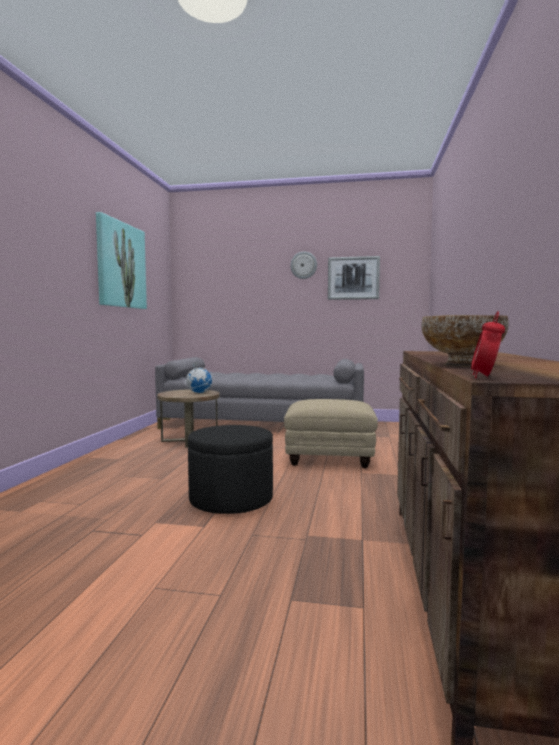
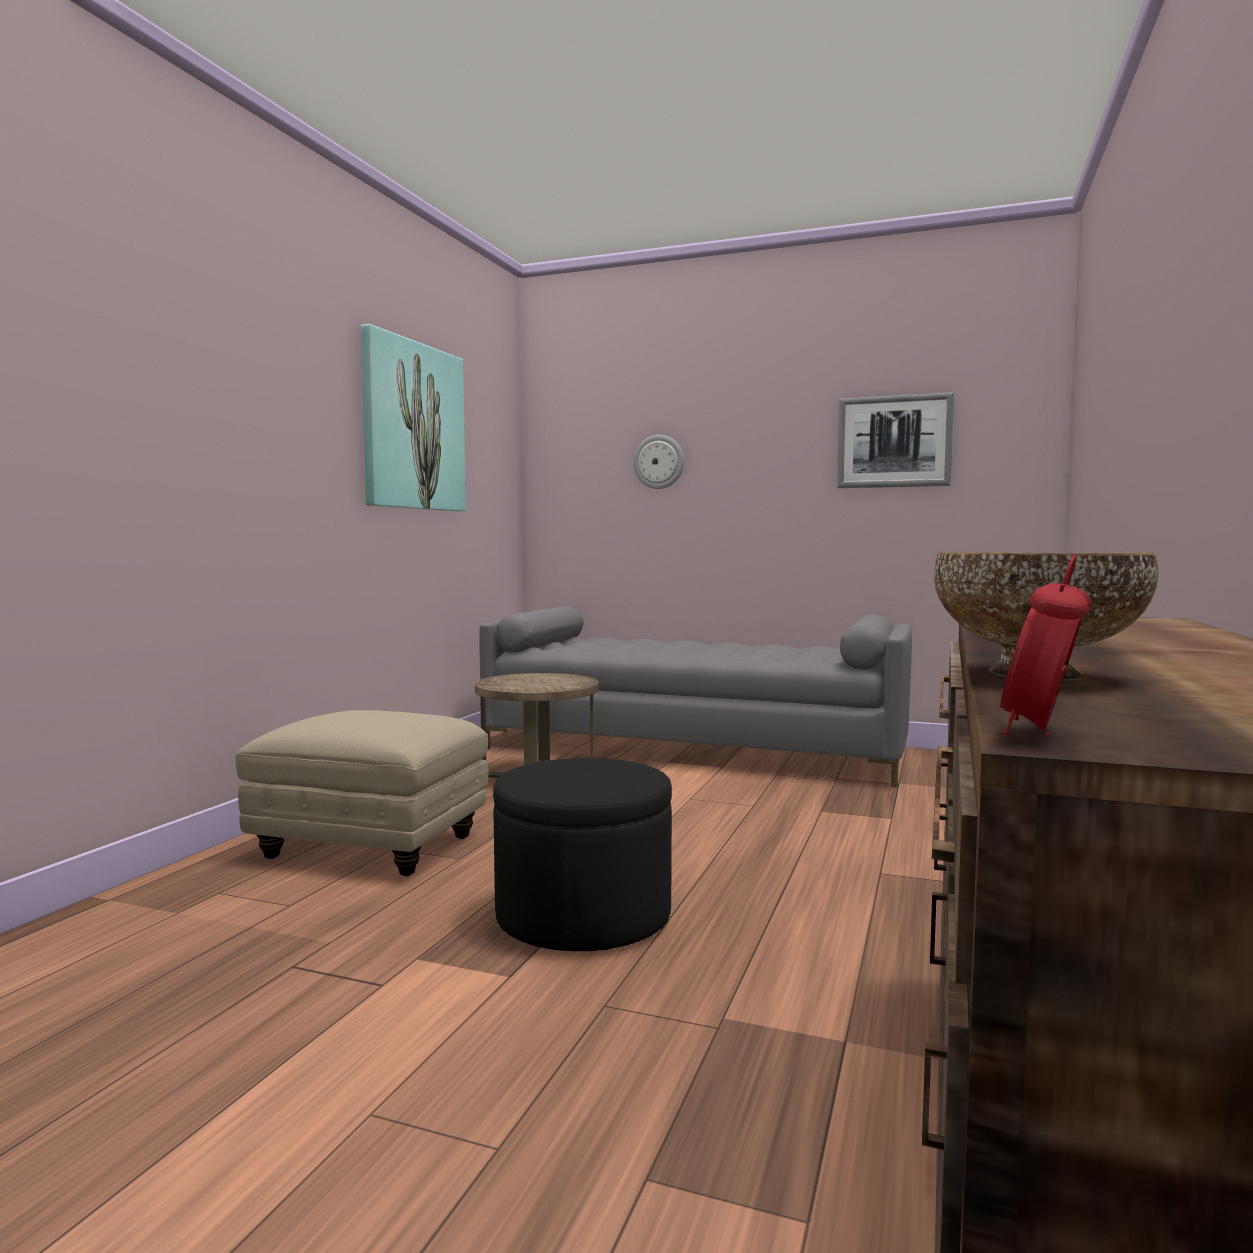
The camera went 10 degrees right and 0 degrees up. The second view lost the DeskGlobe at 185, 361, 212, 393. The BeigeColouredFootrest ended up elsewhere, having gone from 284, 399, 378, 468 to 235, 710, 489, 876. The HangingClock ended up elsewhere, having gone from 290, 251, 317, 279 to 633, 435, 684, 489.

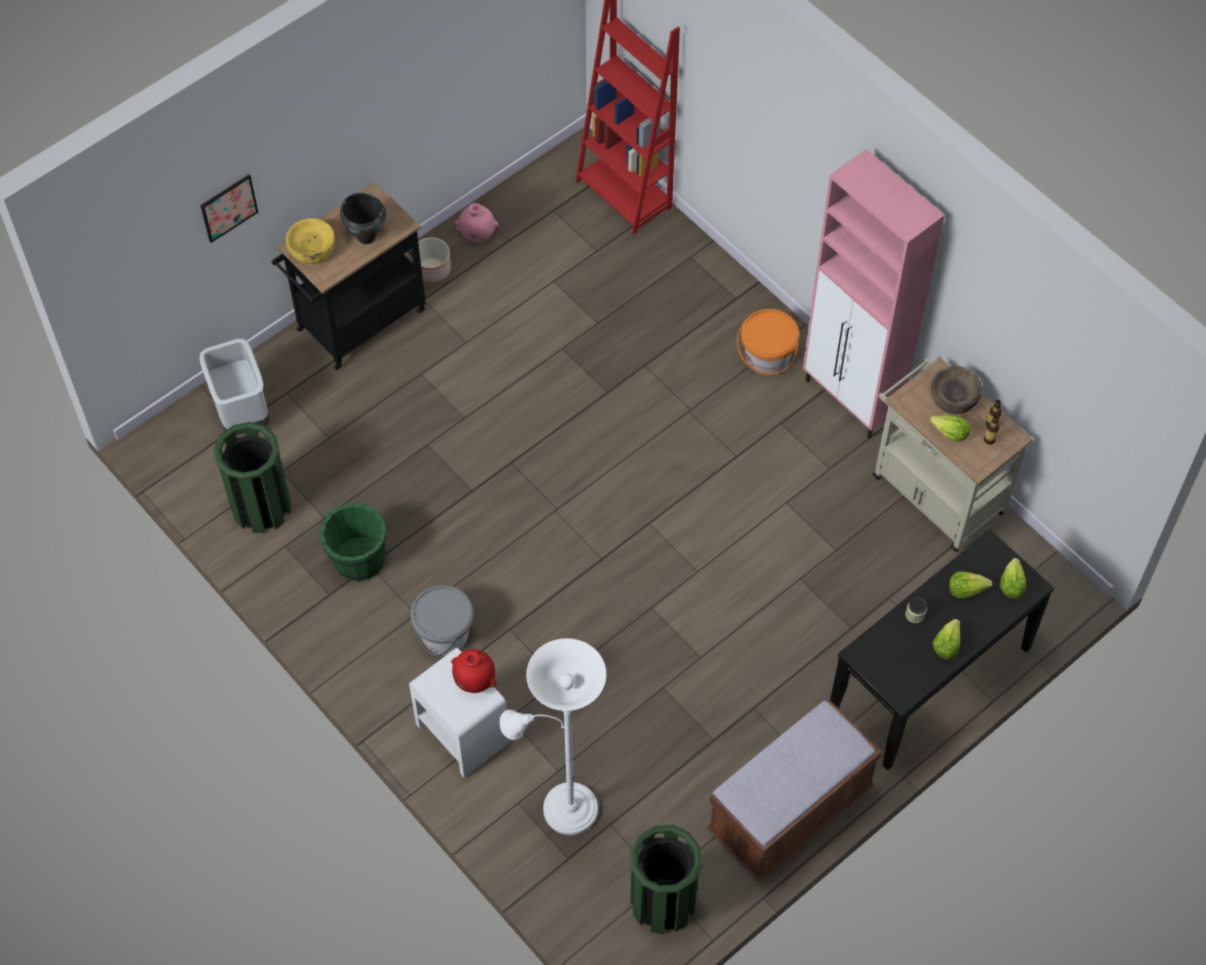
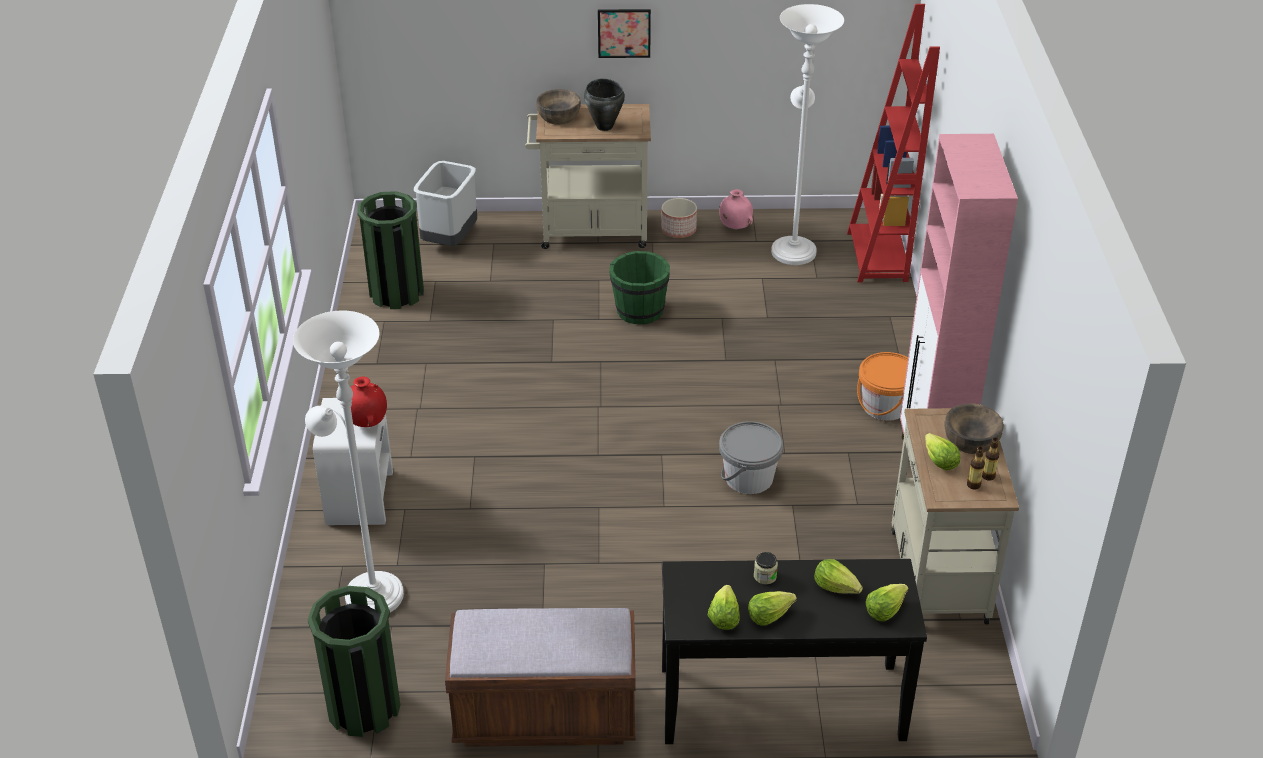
The camera went 40 degrees right and 20 degrees down. The Picture ended up elsewhere, having gone from 200, 175, 258, 243 to 598, 9, 651, 58. What was the BlackWheeledCart at 272, 182, 426, 370 turned into the BeigeColouredWheeledCart at 525, 104, 651, 249. What was the YellowishServingBowl at 286, 218, 335, 264 turned into the BrownServingBowl at 536, 89, 581, 125. The GreenBucket ended up elsewhere, having gone from 319, 503, 386, 582 to 609, 251, 670, 325. The GreyishBucket ended up elsewhere, having gone from 411, 585, 474, 655 to 719, 421, 783, 494. The second view gained the Lettuce at 708, 585, 740, 630. The second view gained the WhitishStandingLamp at 771, 4, 844, 265.

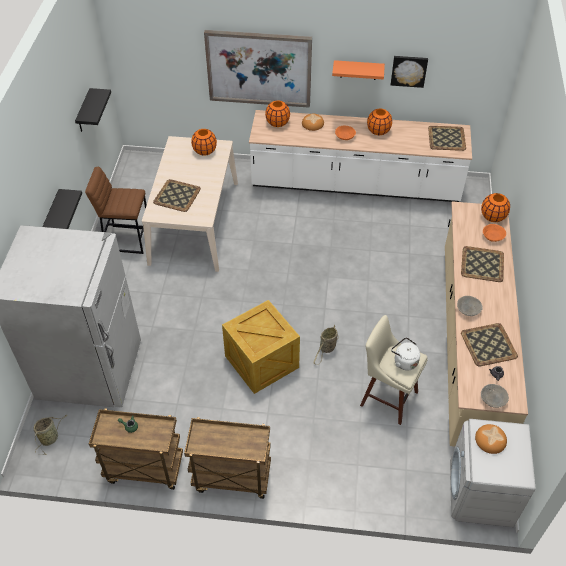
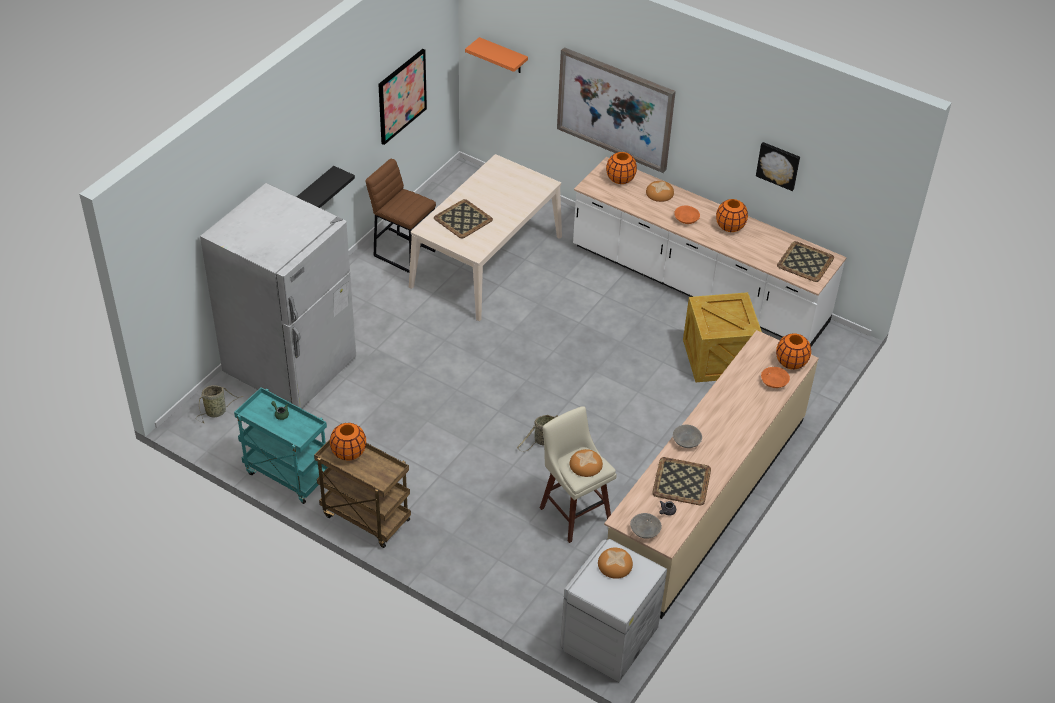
The camera went 25 degrees right and 5 degrees down. Where the BlackWallShelf hung at 75, 88, 111, 132, the Picture came to hang at 378, 49, 427, 145. What was the BrownWheeledCart at 89, 408, 183, 490 turned into the TurquoiseColouredWheeledCart at 234, 387, 328, 504. The OrangeFlowerVase ended up elsewhere, having gone from 191, 129, 217, 156 to 330, 423, 366, 461. The ShippingCrate ended up elsewhere, having gone from 222, 300, 300, 394 to 683, 292, 762, 382. The OrangeWallShelf ended up elsewhere, having gone from 332, 60, 385, 80 to 465, 37, 528, 73. Where the WhitishKettle stood at 391, 337, 420, 371, the Bread came to stand at 570, 449, 603, 477. The second view lost the CarryingTray at 461, 246, 504, 282.

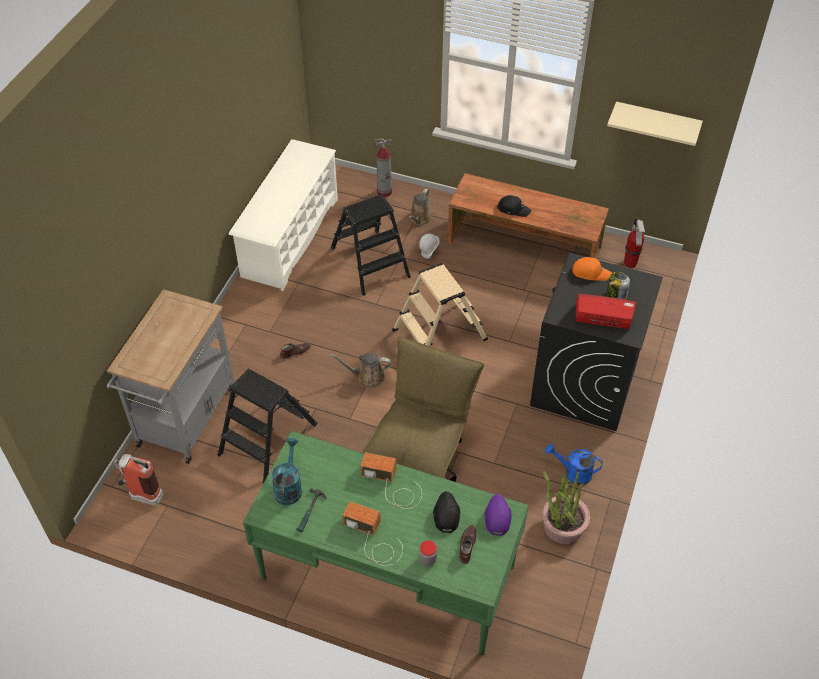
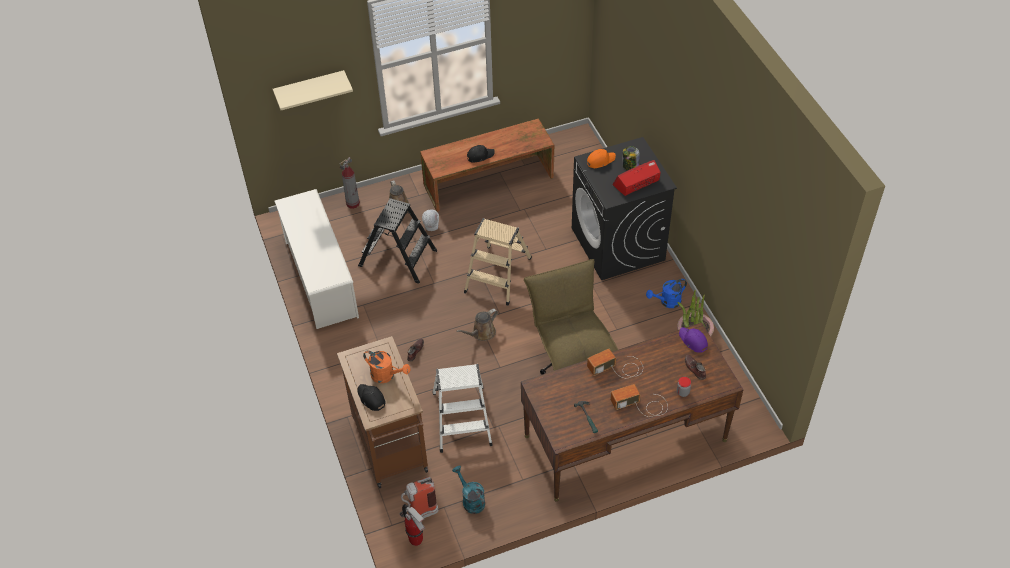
The camera went 40 degrees left and 0 degrees up. What was the GreyishWheeledCart at 107, 289, 235, 464 turned into the BrownWheeledCart at 337, 336, 428, 488. What was the BlackStepStool at 217, 368, 318, 483 turned into the WhitishStepStool at 433, 364, 493, 453. What was the GreenDesk at 243, 431, 529, 656 turned into the BrownDesk at 521, 322, 743, 502. The TurquoiseColouredWateringCan ended up elsewhere, having gone from 271, 438, 302, 505 to 452, 466, 485, 514. The BlackBaseballCap ended up elsewhere, having gone from 433, 491, 460, 533 to 358, 384, 386, 411. The BeigeColouredWallShelf ended up elsewhere, having gone from 607, 102, 703, 146 to 273, 70, 353, 110. The FireExtinguisher ended up elsewhere, having gone from 624, 218, 645, 268 to 402, 504, 425, 546. The second view gained the OrangeWateringCan at 363, 350, 411, 383.

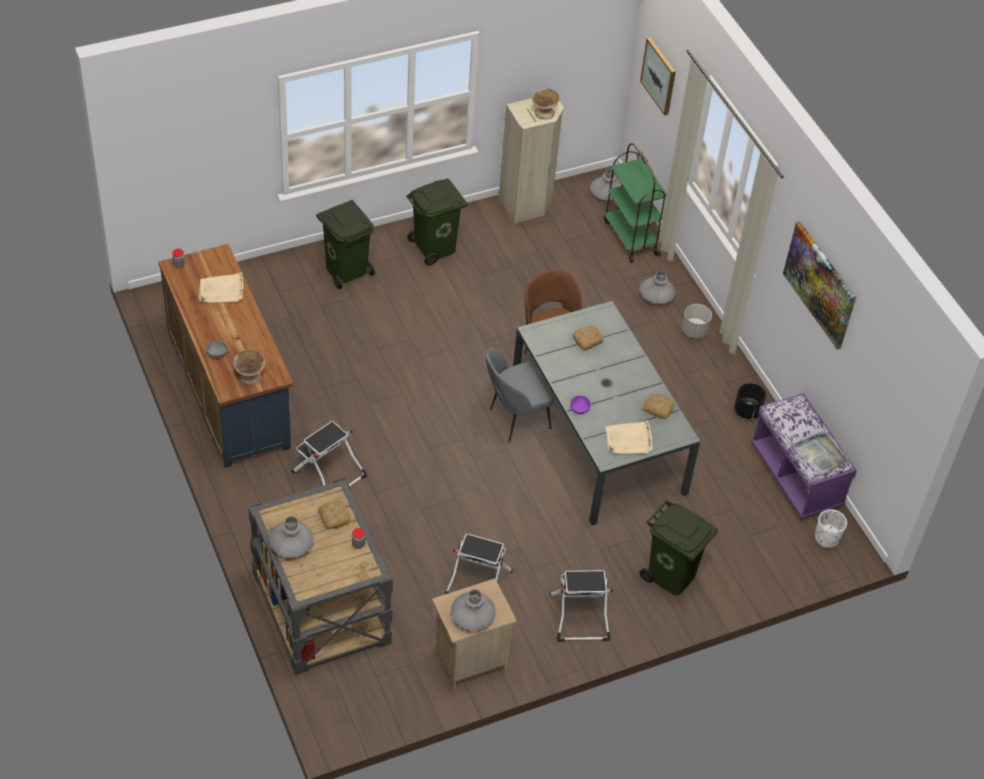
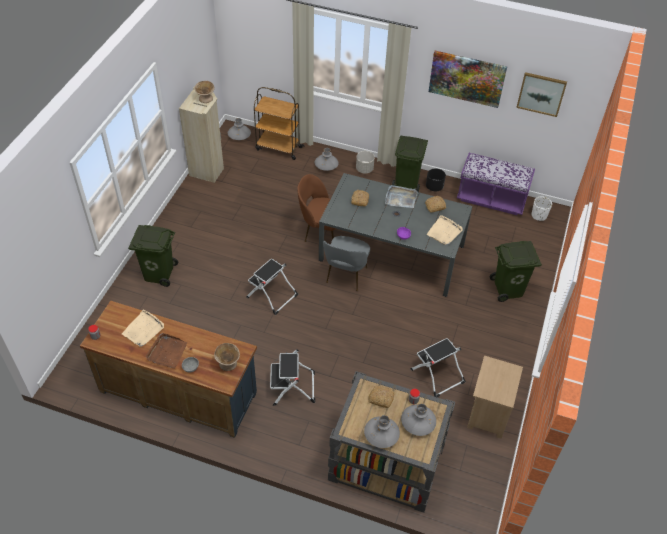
The camera went 45 degrees left and 0 degrees up. The GreenWasteBin ended up elsewhere, having gone from 406, 178, 468, 265 to 392, 135, 428, 192. The GreyishFlowerVase ended up elsewhere, having gone from 451, 589, 496, 630 to 401, 404, 436, 436. The StepStool ended up elsewhere, having gone from 549, 570, 613, 642 to 246, 259, 299, 315. What was the GreenWheeledCart at 604, 143, 667, 263 turned into the BrownWheeledCart at 254, 87, 304, 160. The Picture ended up elsewhere, having gone from 640, 37, 676, 116 to 516, 72, 567, 117. The GreyishCarryingTray ended up elsewhere, having gone from 792, 431, 848, 475 to 385, 185, 417, 208. The second view gained the BrownCarryingTray at 146, 333, 187, 369.

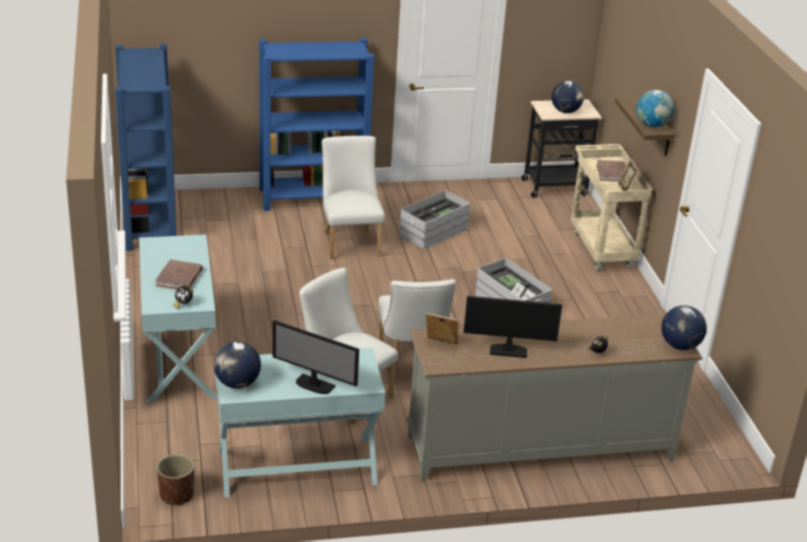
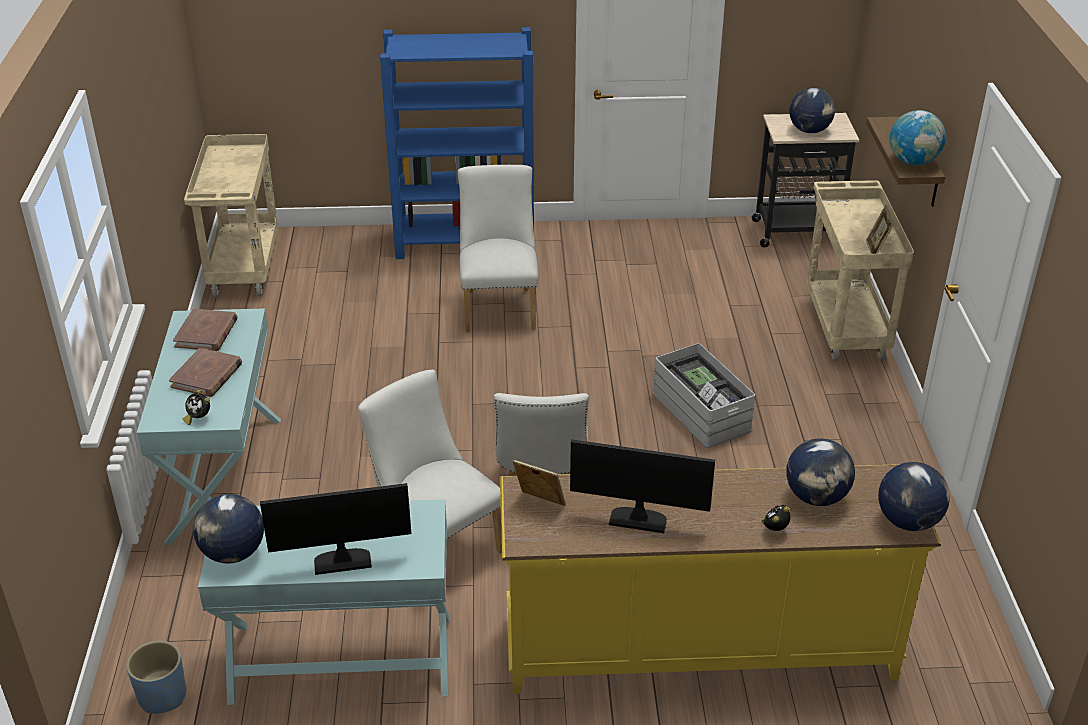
The camera went 10 degrees right and 5 degrees up. Where the BlueBookcase stood at 115, 44, 176, 251, the BeigeColouredWheeledCart came to stand at 184, 134, 278, 298. What was the BrownPlantPot at 157, 454, 195, 505 turned into the BluePlantPot at 126, 641, 186, 714. The Monitor at 272, 320, 359, 394 ended up facing another way, 135 degrees clockwise from before. The second view lost the GreyishStorageBox at 399, 190, 470, 249. What was the GreyishCabinet at 407, 315, 703, 481 turned into the YellowishCabinet at 500, 464, 941, 694. The BrownBook ended up elsewhere, having gone from 596, 160, 626, 182 to 173, 309, 238, 351. The second view gained the DeskGlobe at 786, 439, 855, 506.

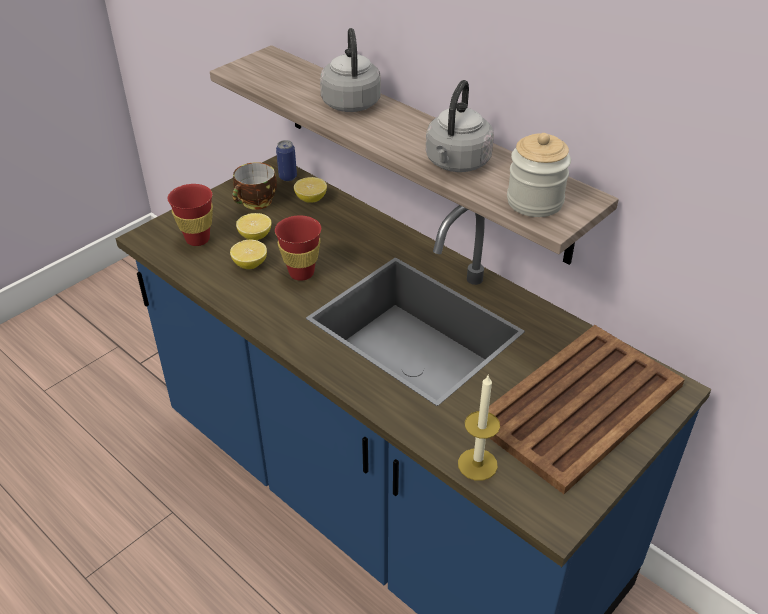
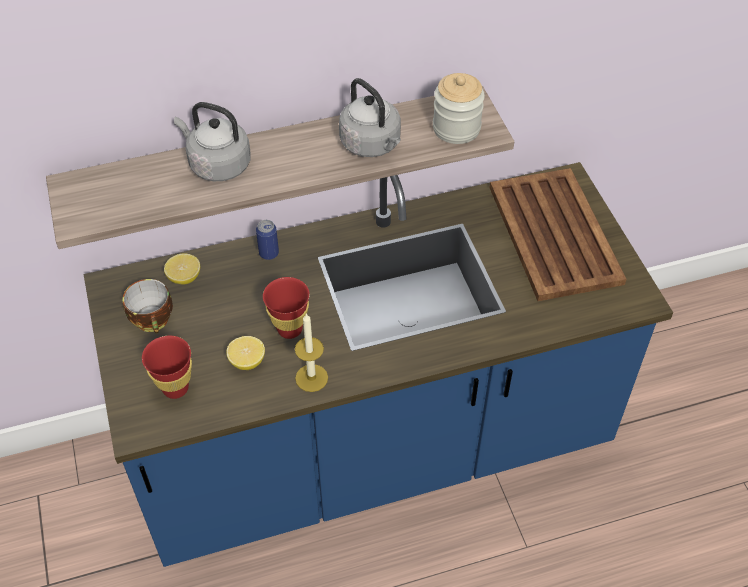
The camera went 60 degrees left and 10 degrees up. The second view lost the WholeLemon at 236, 213, 271, 240. The MetalCan ended up elsewhere, having gone from 276, 140, 297, 181 to 256, 220, 279, 260. The WaxLight ended up elsewhere, having gone from 458, 374, 500, 481 to 295, 313, 328, 392.

